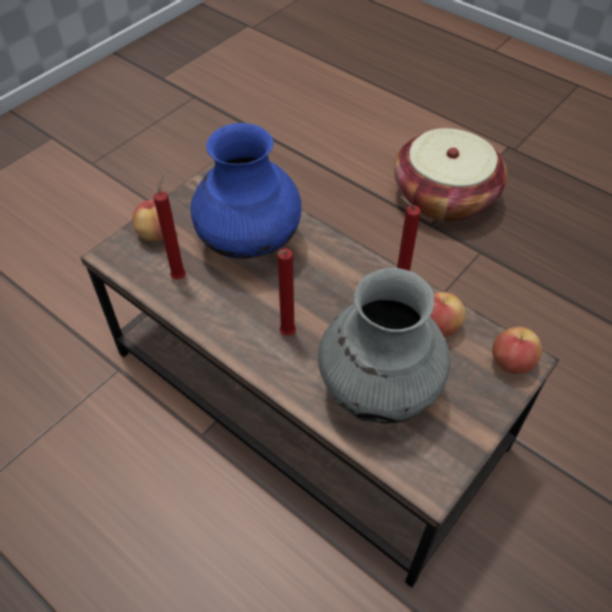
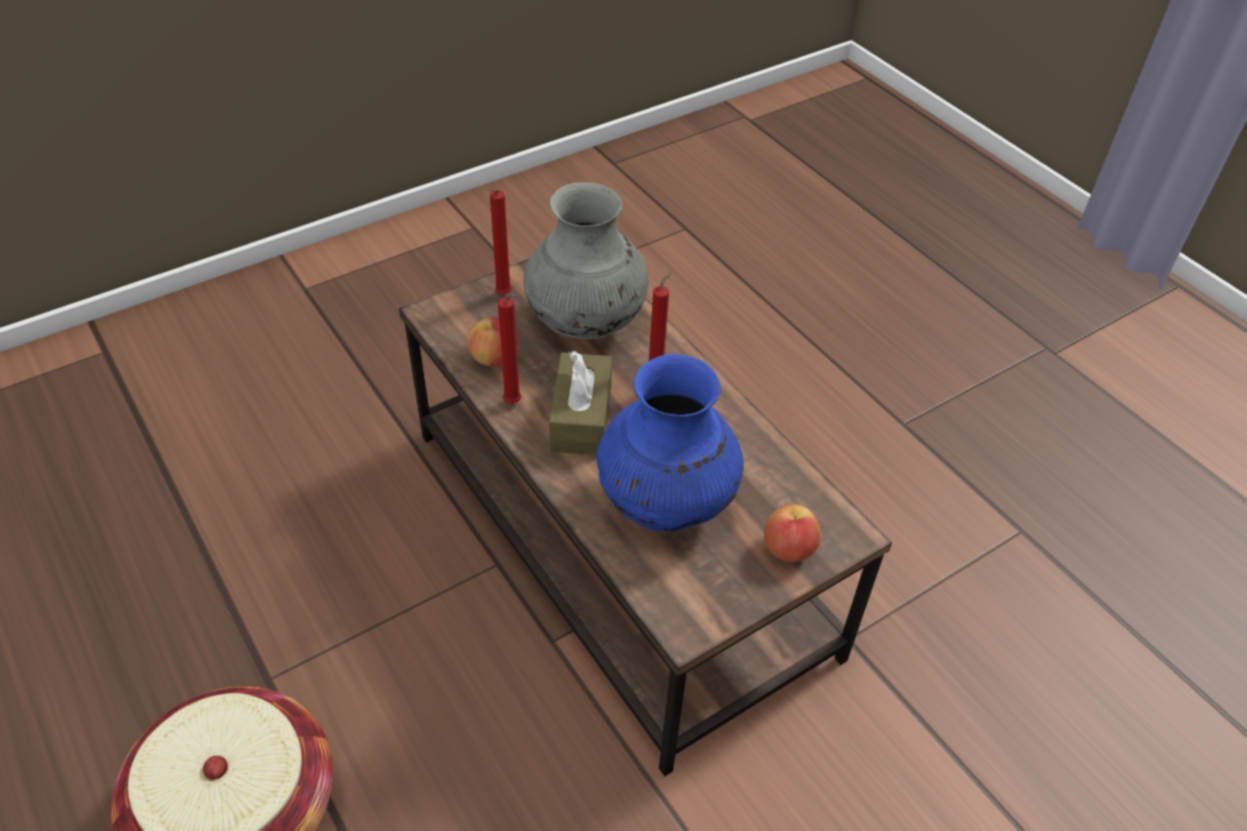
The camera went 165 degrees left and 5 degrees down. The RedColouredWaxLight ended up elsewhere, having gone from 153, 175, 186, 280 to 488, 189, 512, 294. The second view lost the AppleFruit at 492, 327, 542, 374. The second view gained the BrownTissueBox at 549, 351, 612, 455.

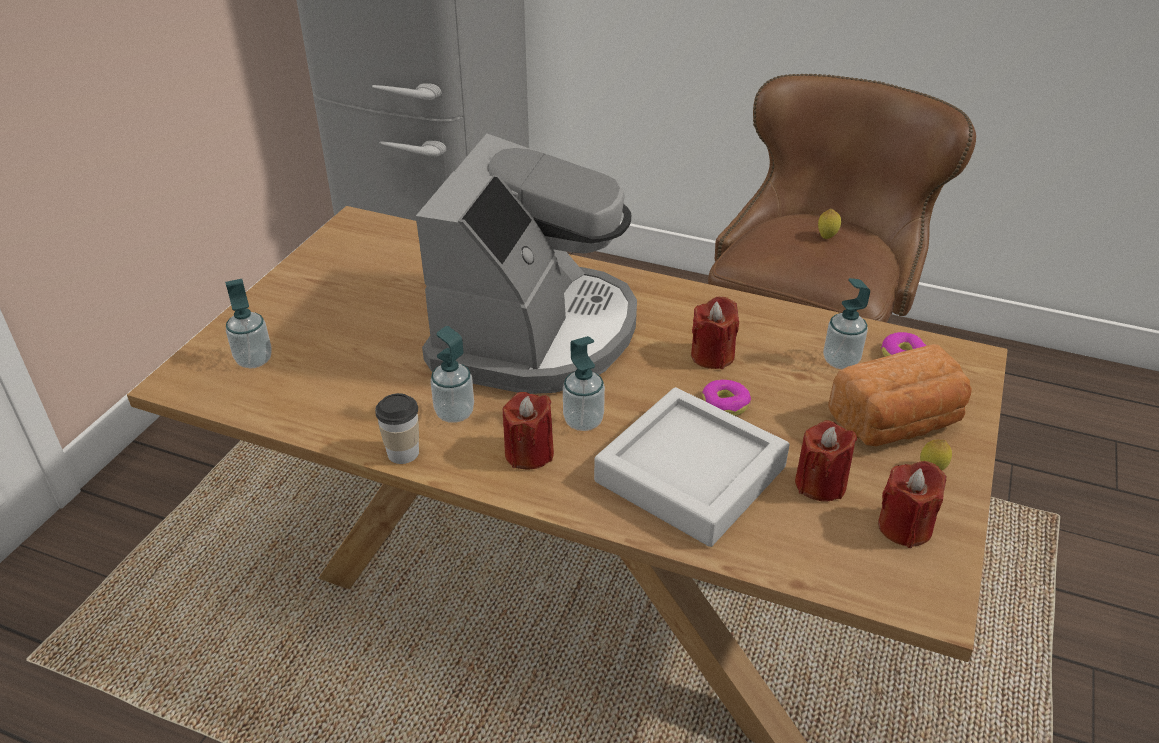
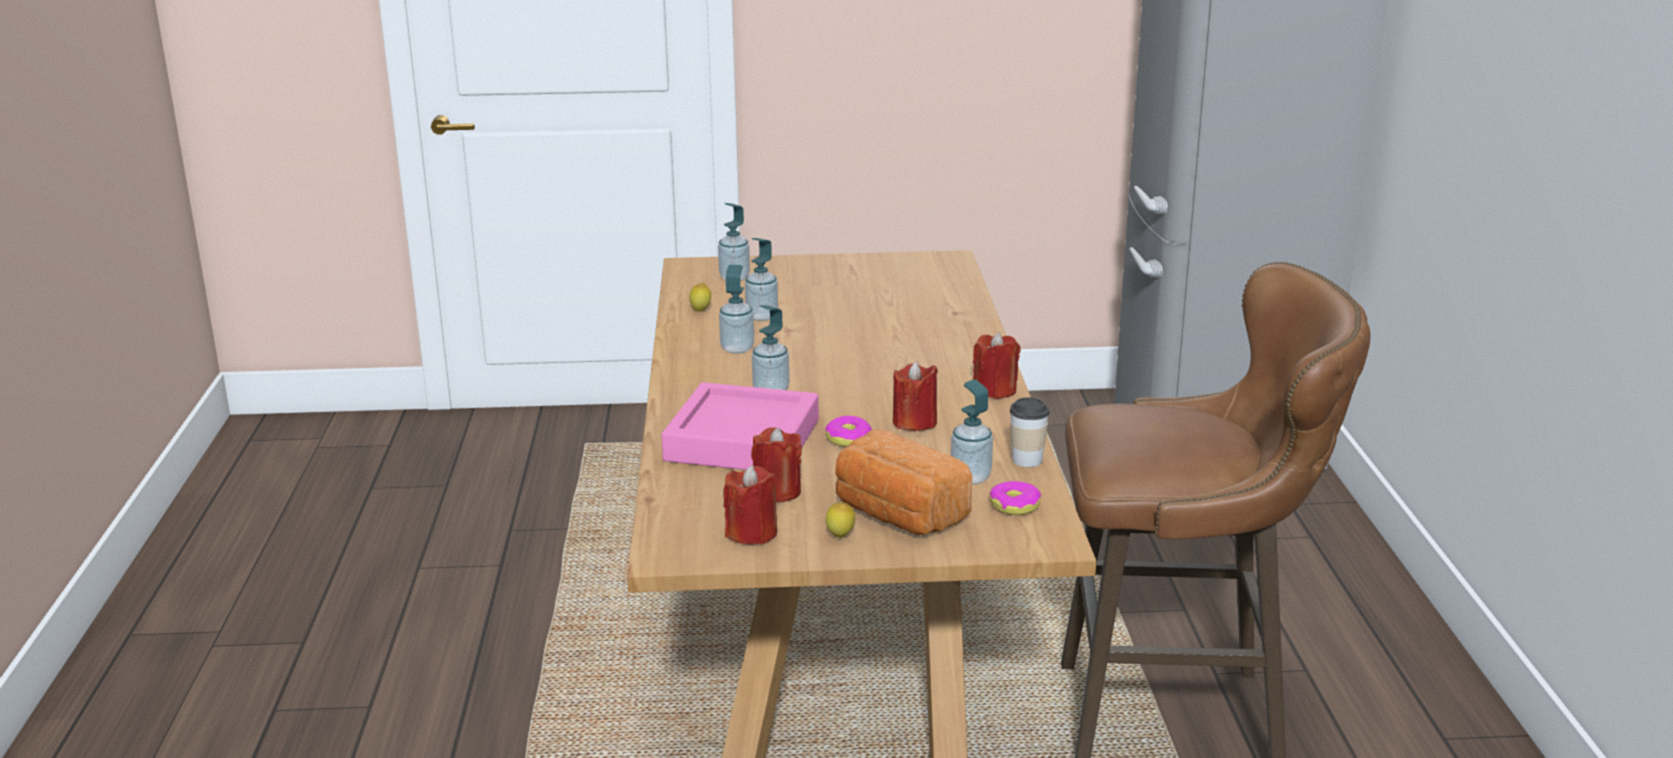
The camera went 65 degrees right and 15 degrees down. The Cup ended up elsewhere, having gone from 375, 393, 419, 464 to 1010, 397, 1049, 467. The second view lost the CoffeeBrewer at 416, 133, 637, 394. The RedColouredWaxLight ended up elsewhere, having gone from 502, 392, 554, 469 to 973, 332, 1020, 399. What was the GreyishCarryingTray at 594, 387, 789, 547 turned into the PinkishCarryingTray at 661, 382, 819, 470. The WholeLemon ended up elsewhere, having gone from 818, 209, 841, 239 to 689, 282, 711, 311. The second view gained the SoapBottle at 745, 238, 778, 321.

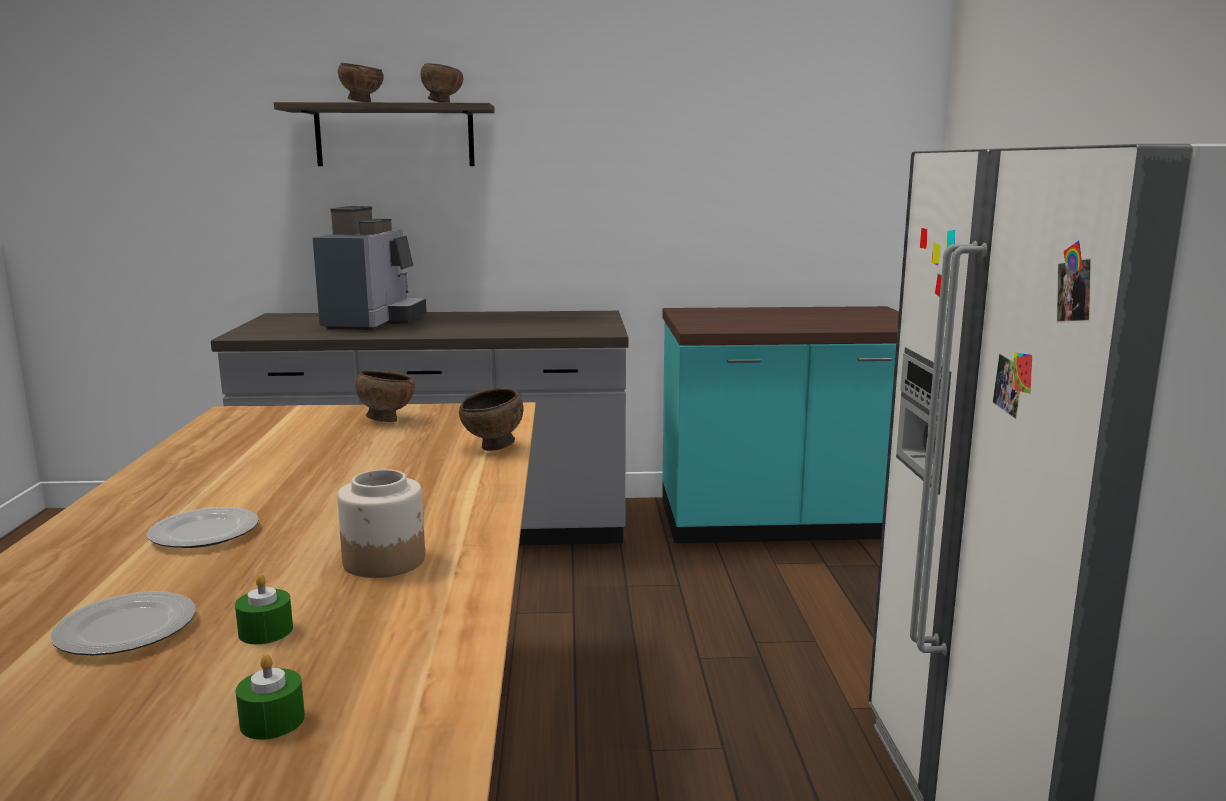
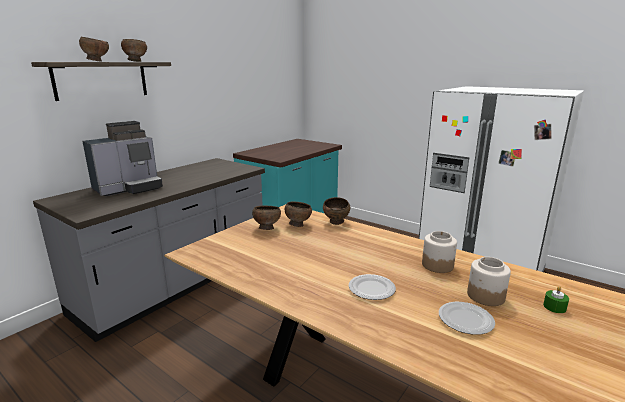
The camera went 50 degrees left and 5 degrees up. Where the GreenWaxLight stood at 235, 574, 293, 644, the PreserveJar came to stand at 467, 257, 511, 306. The CoffeeBrewer at 313, 206, 427, 330 ended up facing another way, 90 degrees clockwise from before. The second view gained the BrownServingBowl at 285, 201, 312, 227.

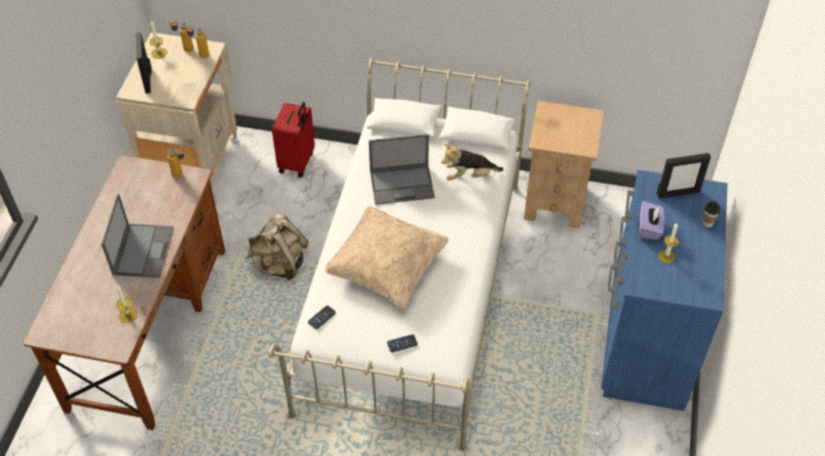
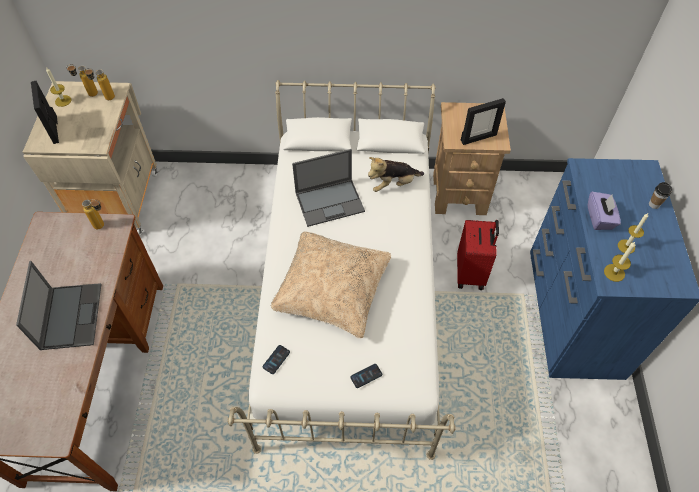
The camera went 10 degrees left and 5 degrees up. The WaxLight ended up elsewhere, having gone from 116, 285, 138, 323 to 604, 242, 635, 282. The second view lost the BeigeColouredRucksack at 247, 214, 309, 281. The RedColouredPieceOfLuggage ended up elsewhere, having gone from 272, 102, 315, 177 to 457, 220, 499, 290. The StandingFrame ended up elsewhere, having gone from 657, 153, 711, 199 to 460, 98, 506, 145.

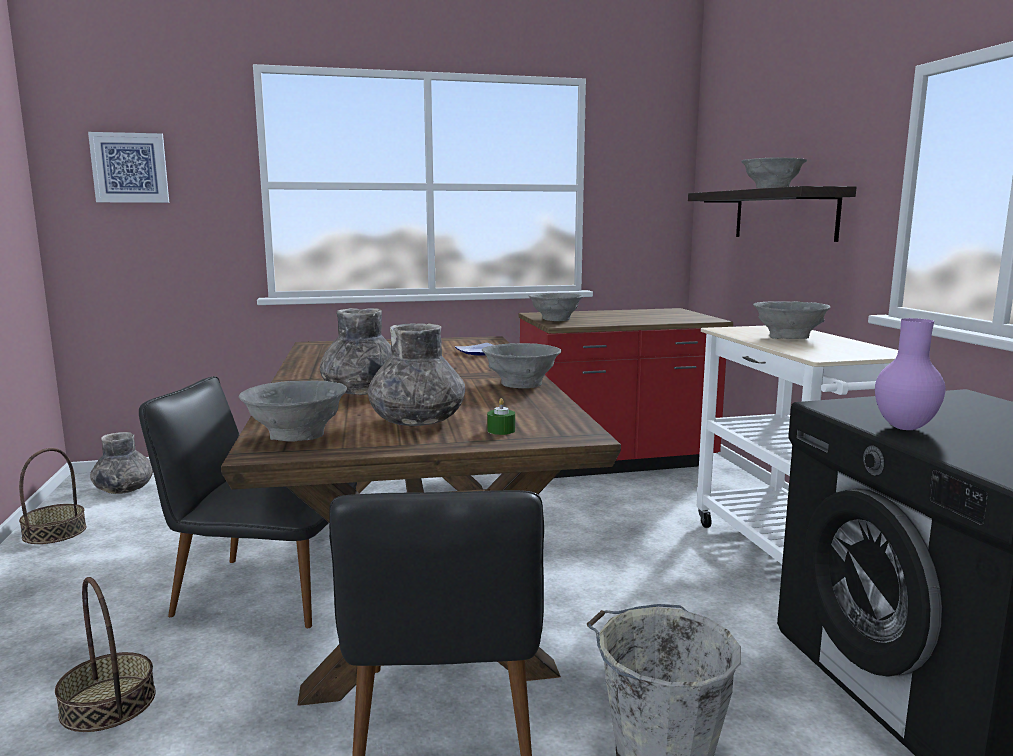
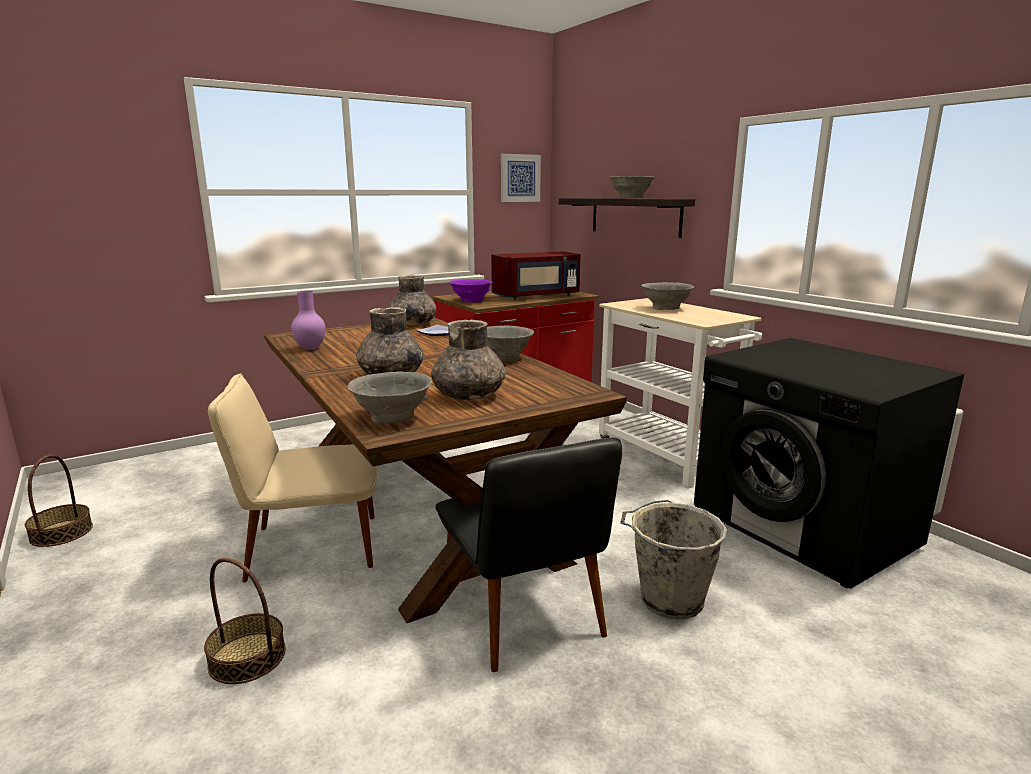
The camera went 20 degrees left and 5 degrees up. The Picture ended up elsewhere, having gone from 88, 132, 169, 203 to 501, 154, 541, 202. The GreyishFlowerVase ended up elsewhere, having gone from 90, 432, 153, 494 to 389, 275, 436, 325. What was the BlackPlainChair at 139, 376, 357, 628 turned into the BeigeColouredPlainChair at 208, 374, 377, 582. The second view lost the GreenWaxLight at 487, 398, 515, 435. What was the GreyishServingBowl at 529, 293, 583, 321 turned into the PurplishServingBowl at 449, 279, 492, 303. The PurplishFlowerVase ended up elsewhere, having gone from 875, 318, 945, 430 to 291, 291, 326, 350. The second view gained the RedColouredMicrowave at 491, 251, 581, 300.

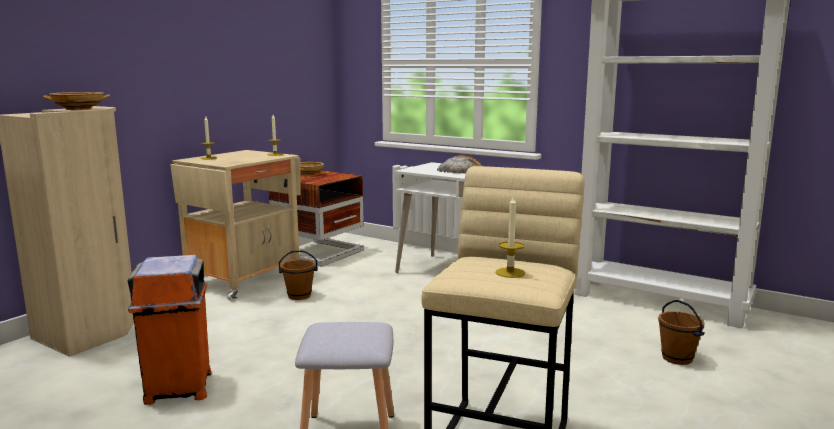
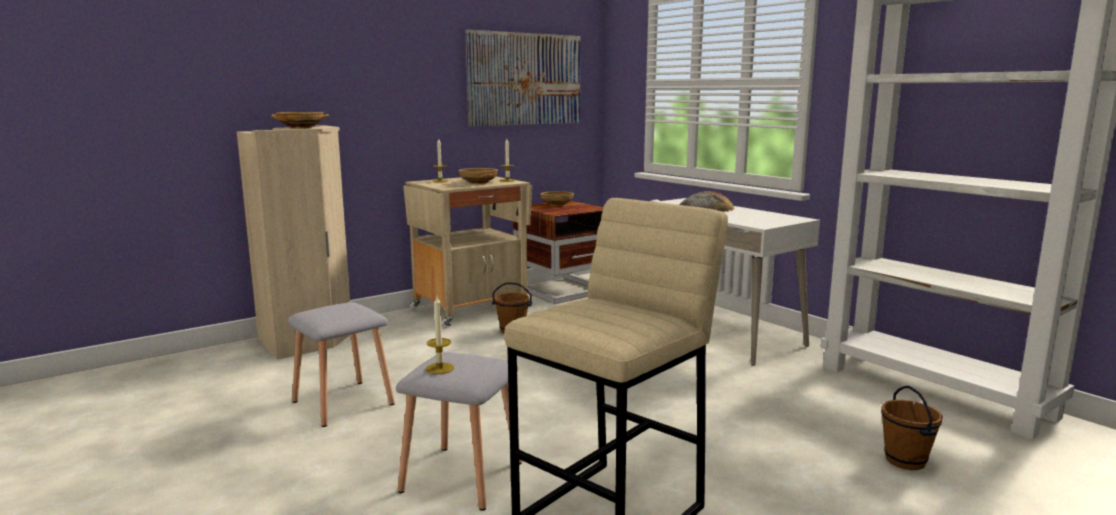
The camera went 20 degrees right and 0 degrees up. Where the OrangeWasteBin stood at 128, 255, 211, 405, the GreyishStool came to stand at 288, 302, 395, 427. The WaxLight ended up elsewhere, having gone from 496, 197, 525, 278 to 426, 297, 454, 374. The second view gained the BeigeColouredServingBowl at 458, 168, 498, 184. The second view gained the Picture at 466, 30, 581, 126.

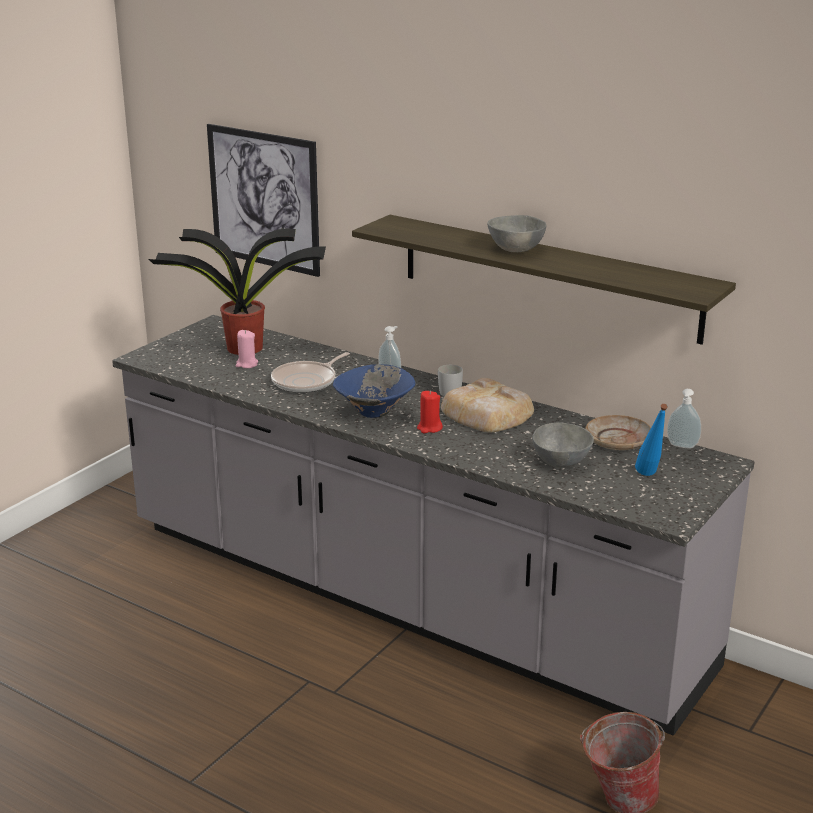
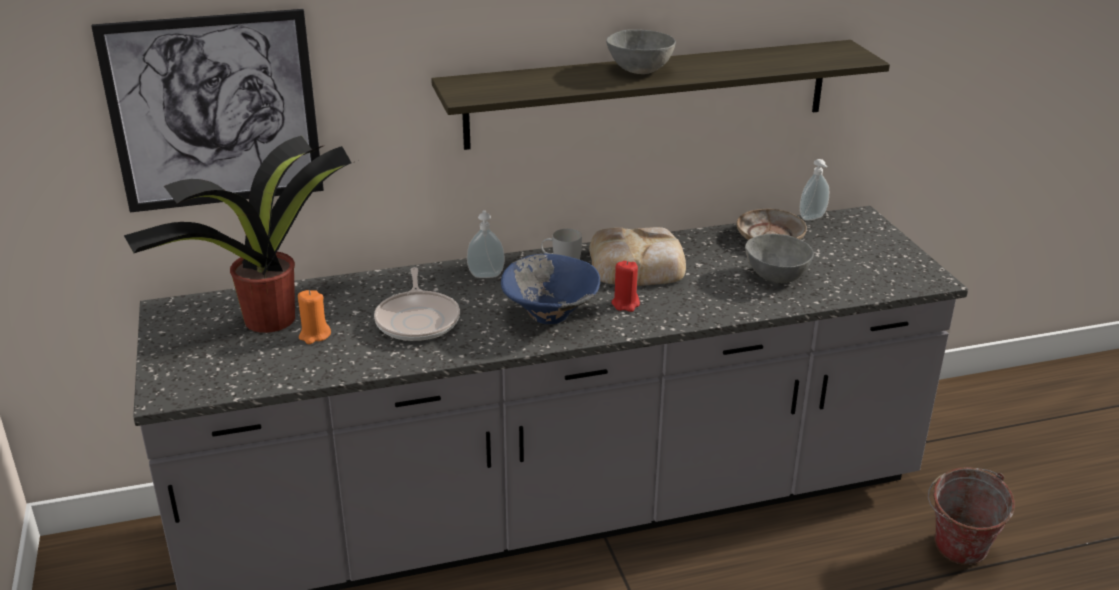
The camera went 50 degrees left and 5 degrees up. What was the PinkishWaxLight at 235, 330, 258, 368 turned into the OrangeWaxLight at 298, 290, 331, 344. The second view lost the BlueBottle at 635, 404, 668, 476.

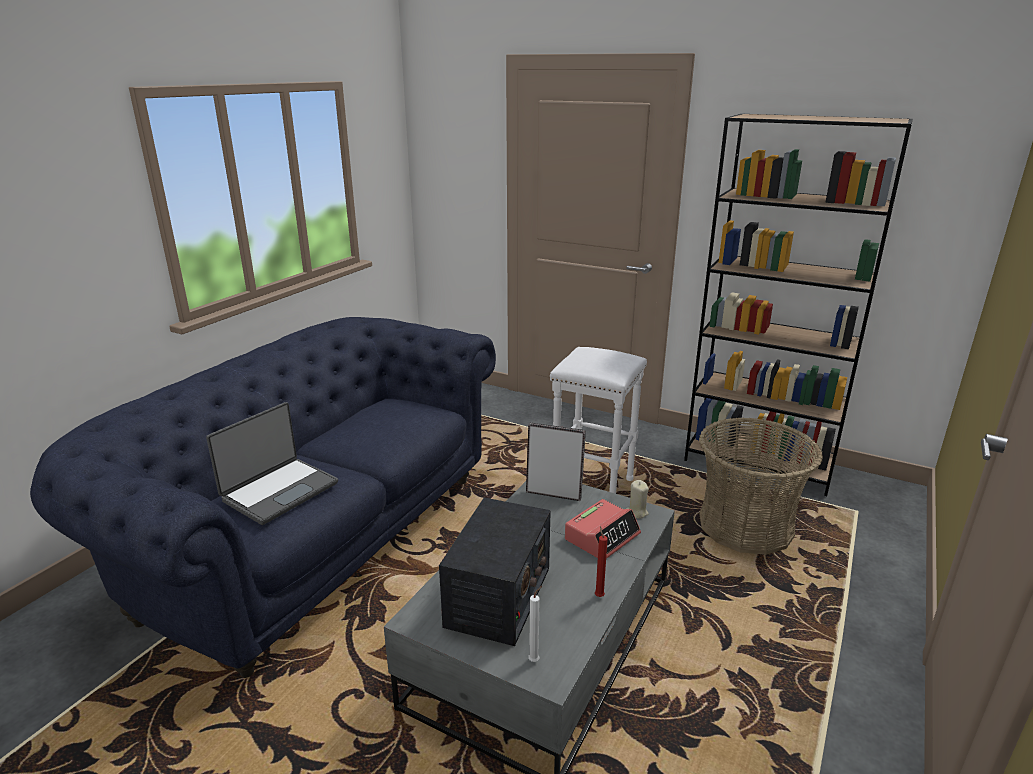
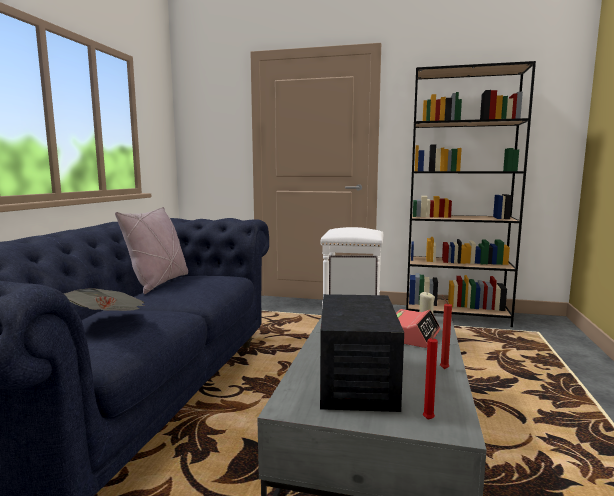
The camera went 15 degrees left and 15 degrees down. Where the NotebookComputer stood at 206, 402, 338, 525, the PrintedPaper came to stand at 64, 289, 145, 311. What was the WhitishWaxLight at 528, 586, 542, 662 turned into the RedColouredWaxLight at 423, 328, 438, 420. The second view lost the StorageBasket at 699, 417, 823, 555. The second view gained the PurplishPillow at 115, 207, 188, 294.

